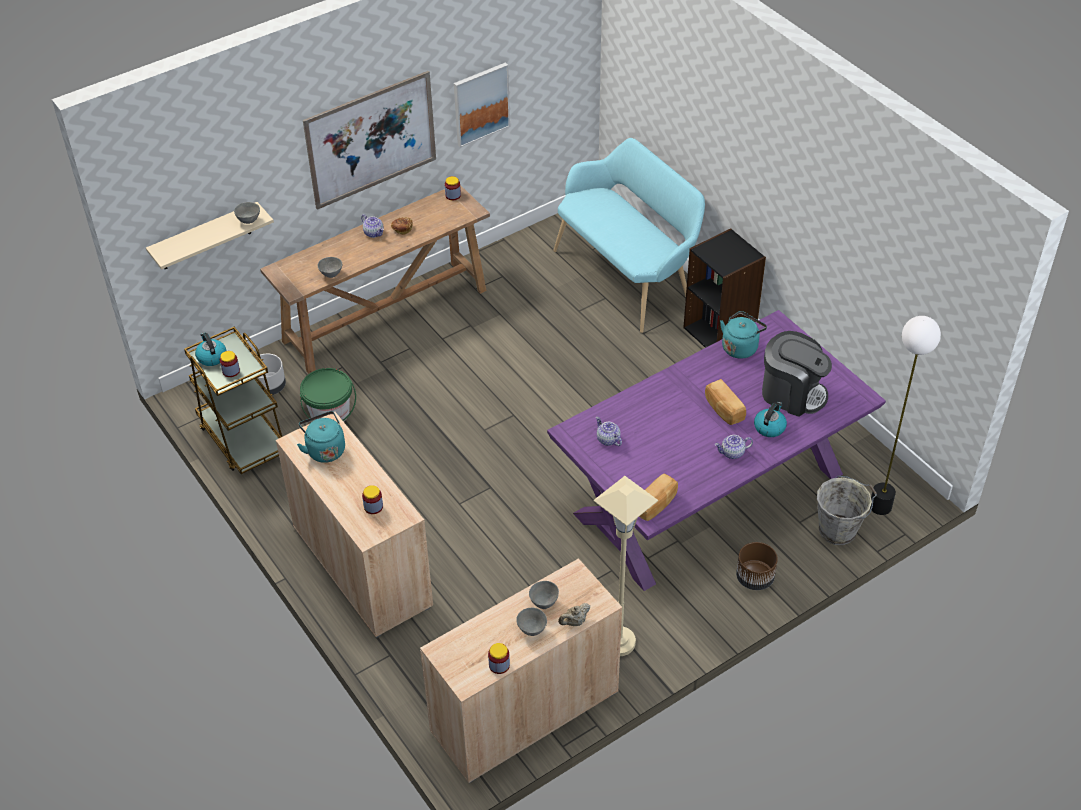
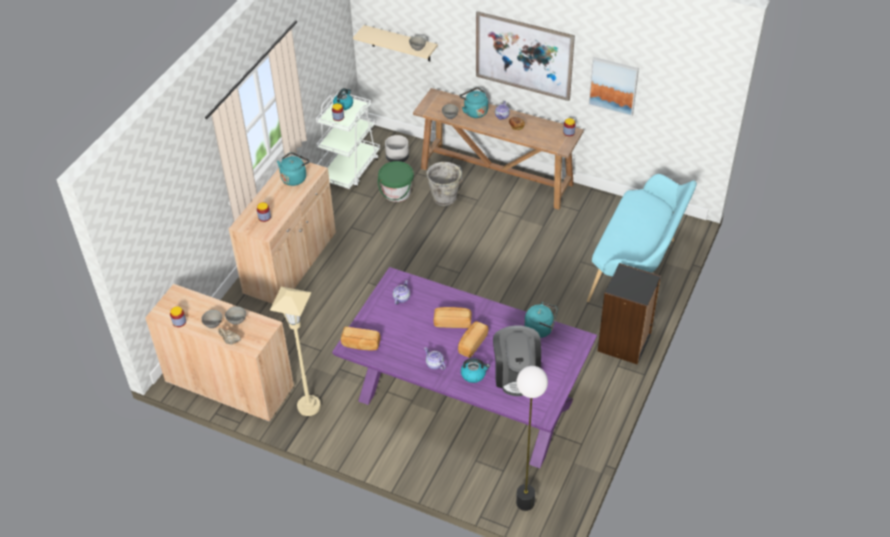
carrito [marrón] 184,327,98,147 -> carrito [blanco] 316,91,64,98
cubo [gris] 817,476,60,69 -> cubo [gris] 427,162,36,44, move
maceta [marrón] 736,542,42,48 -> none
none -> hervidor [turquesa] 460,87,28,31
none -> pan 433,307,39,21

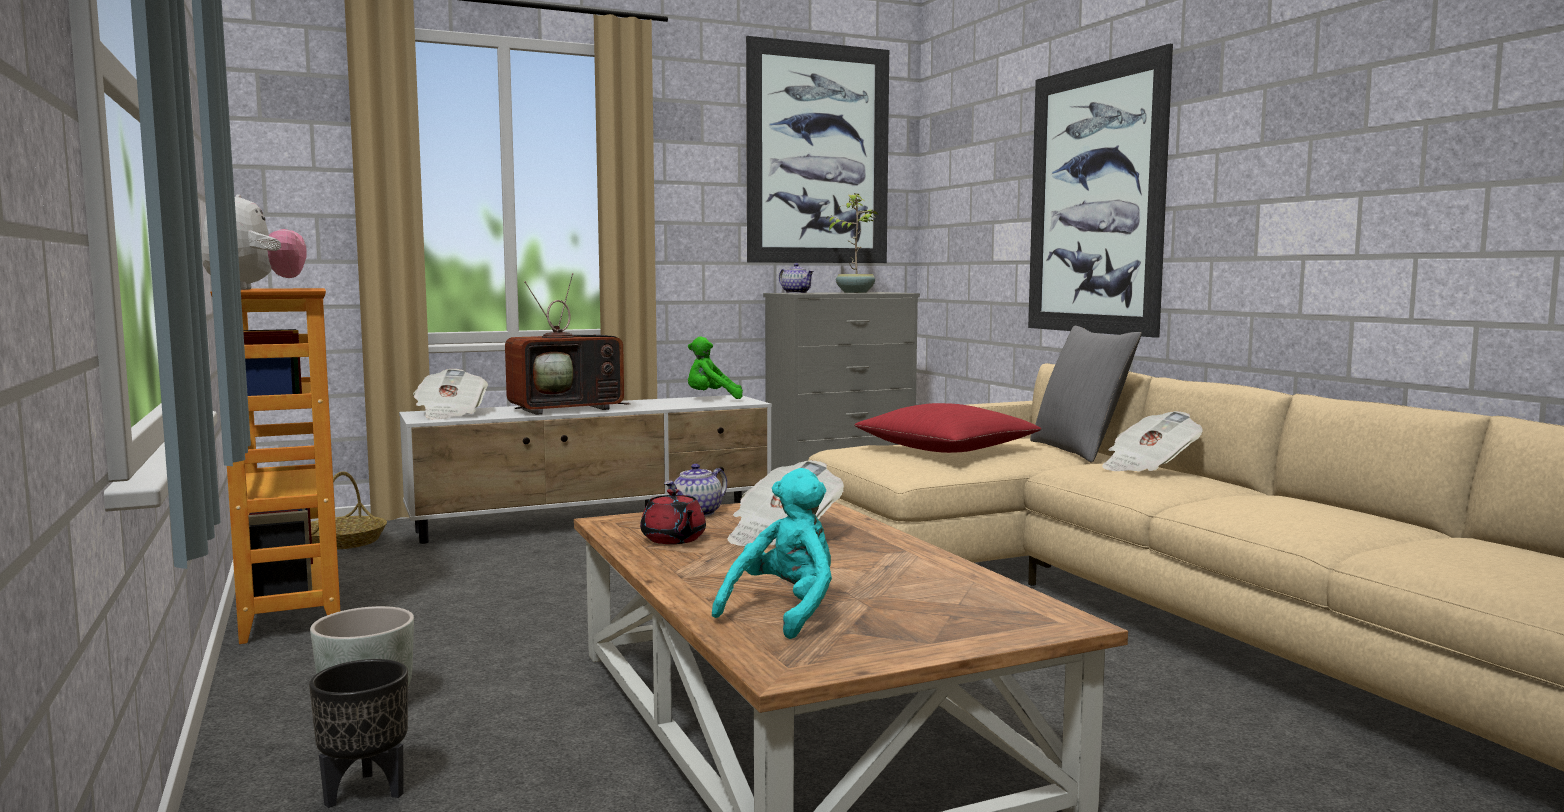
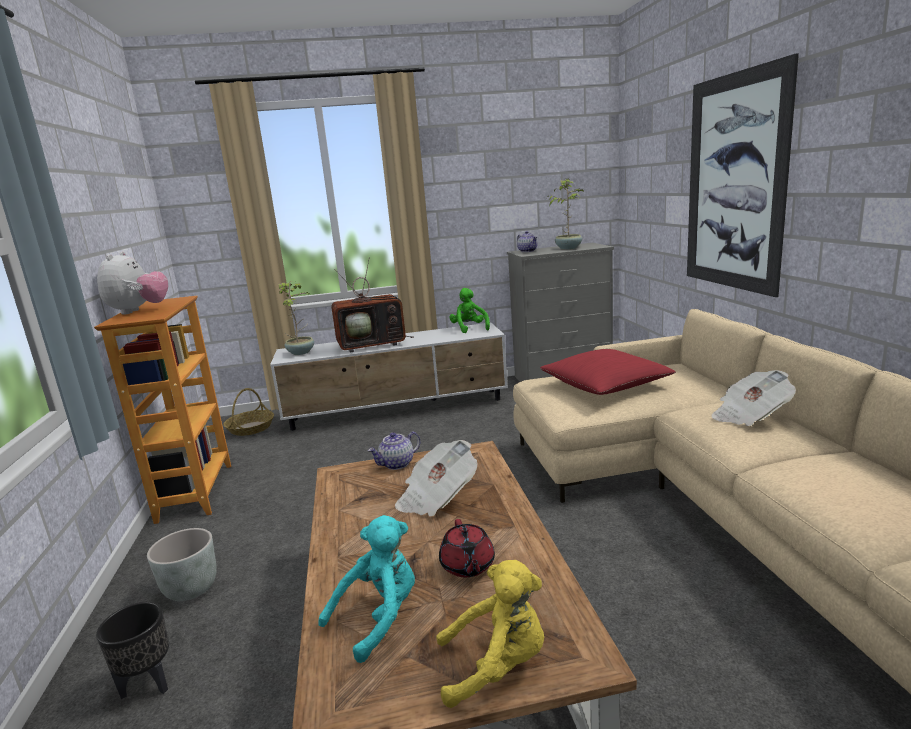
cuadro 746,36,143,227 -> none
cojín [gris] 1030,325,112,138 -> none
peluche [verde] 688,337,55,62 -> peluche [verde] 449,288,41,45, 60 degrees clockwise
periódico 413,369,75,51 -> planta en maceta 279,281,35,74
tetera [rojo] 640,489,66,55 -> tetera [rojo] 439,519,56,58, move
none -> peluche [amarillo] 436,560,108,148

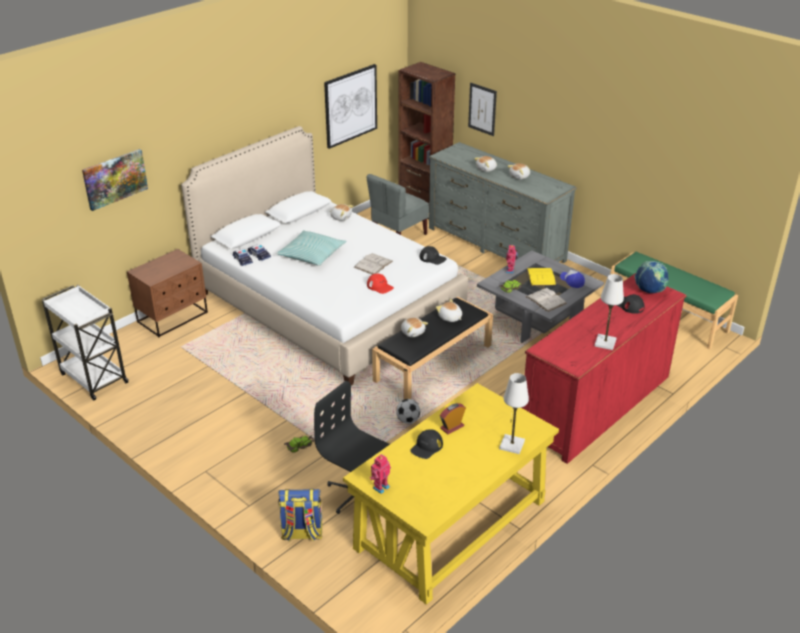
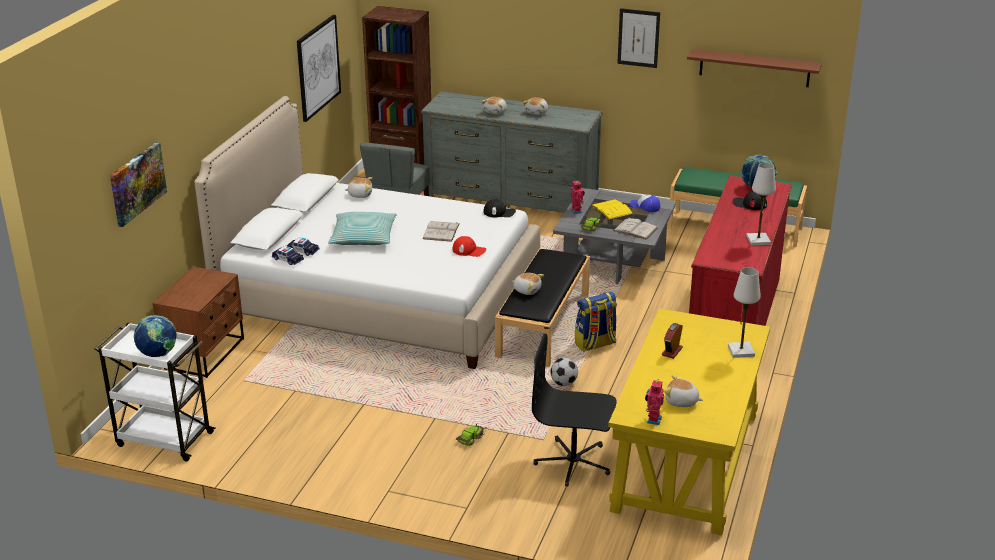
cuadro 468,83,29,53 -> cuadro 617,8,43,60, move
peluche 436,299,26,23 -> peluche 664,375,39,32, move
gorra [negro] 410,429,33,30 -> none
mochila 278,489,44,53 -> mochila 575,292,42,60, move
none -> estante [marrón] 687,49,135,38
none -> globo terráqueo 134,315,42,42

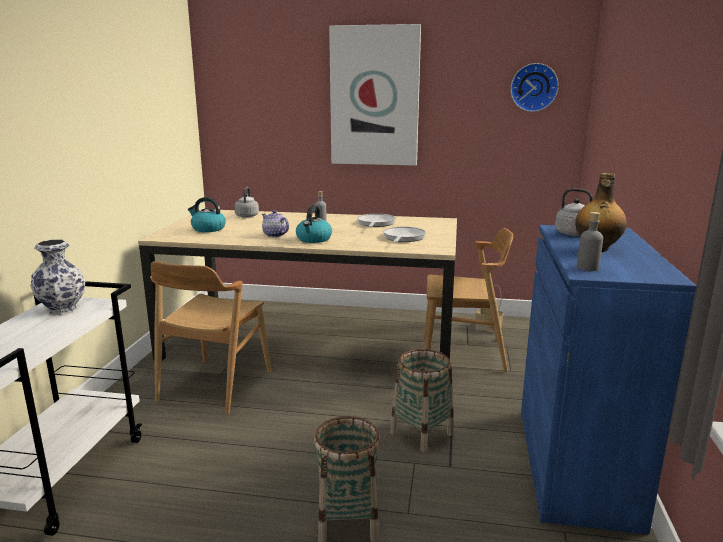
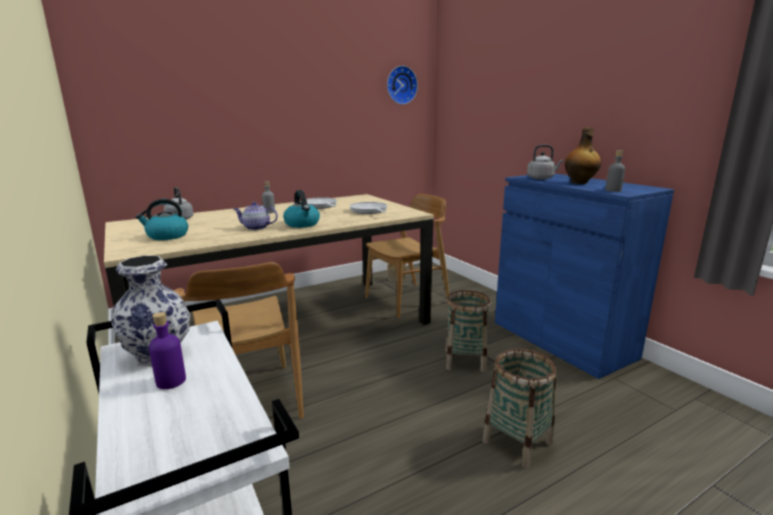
cuadro 329,24,92,142 -> none
none -> botella [morado] 149,312,37,77

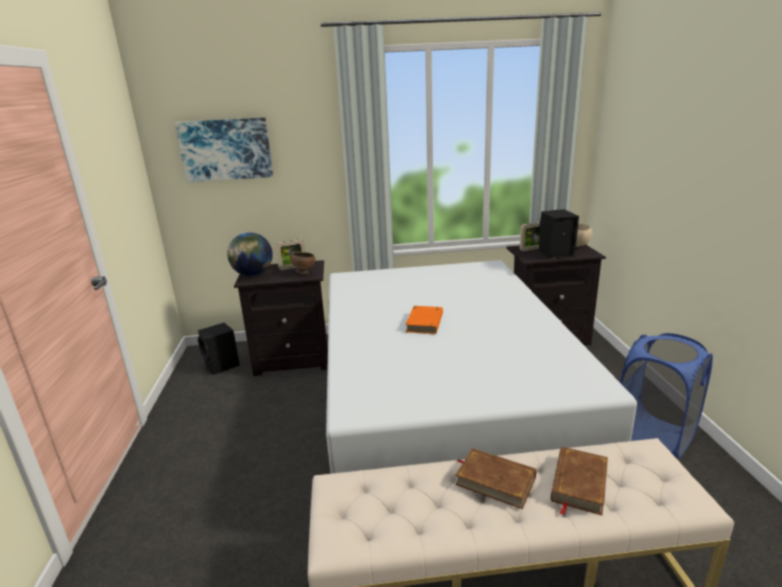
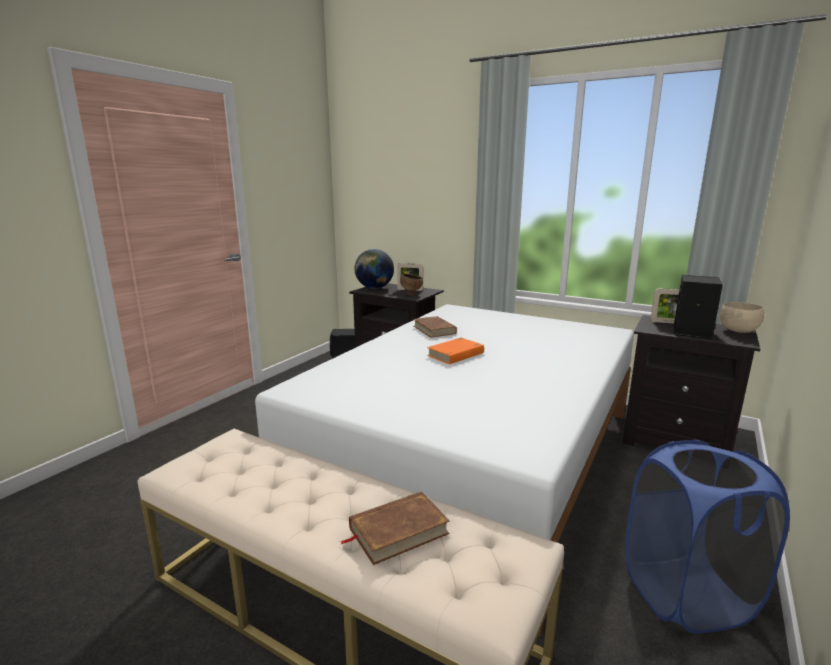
cuadro 175,117,98,65 -> none
libro [marrón] 455,448,82,61 -> libro [marrón] 413,316,44,22, move

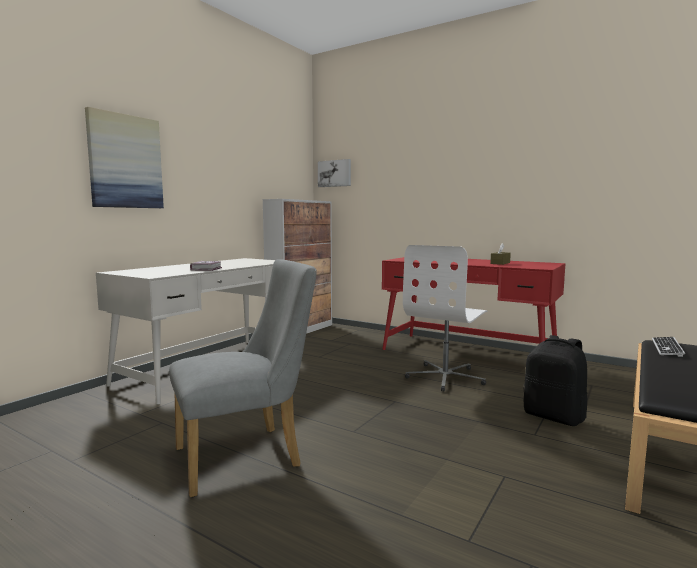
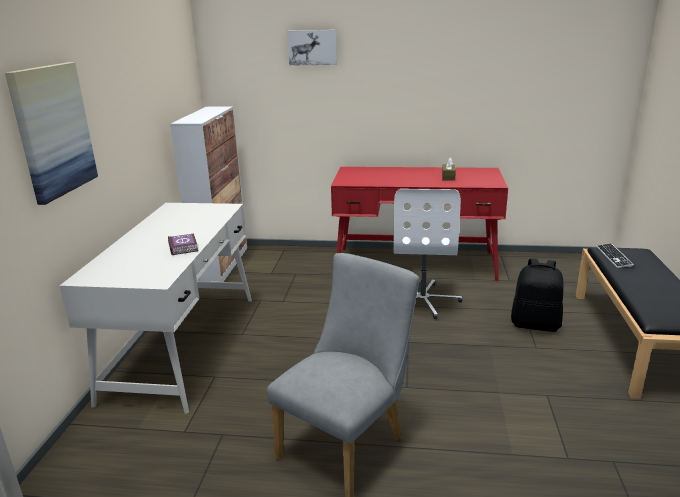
cuadro 318,159,33,28 -> cuadro 287,30,50,36, move

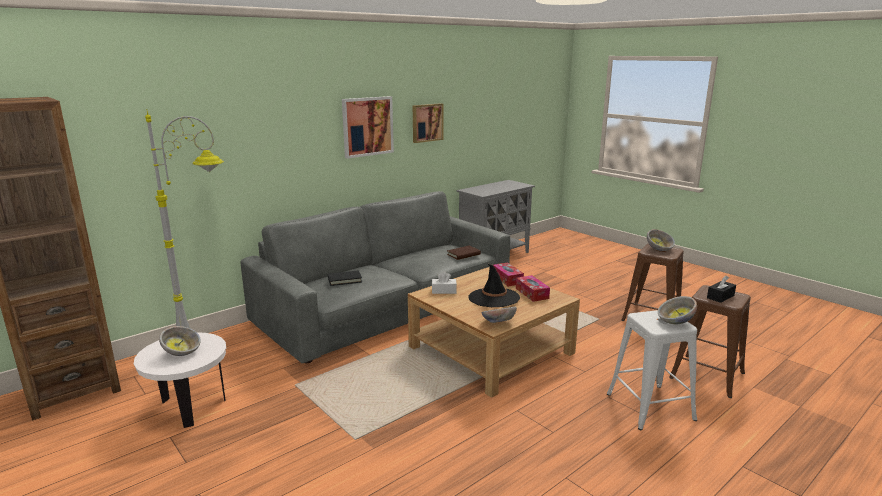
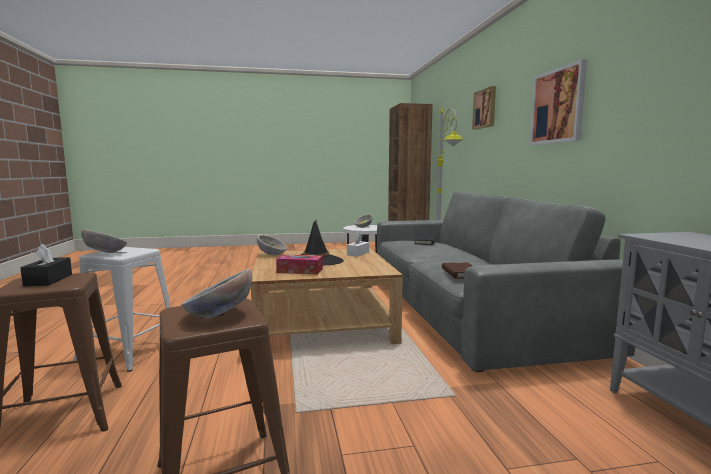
cuadro 413,103,30,40 -> cuadro 472,86,24,44, move
caja de pañuelos 493,262,31,25 -> none

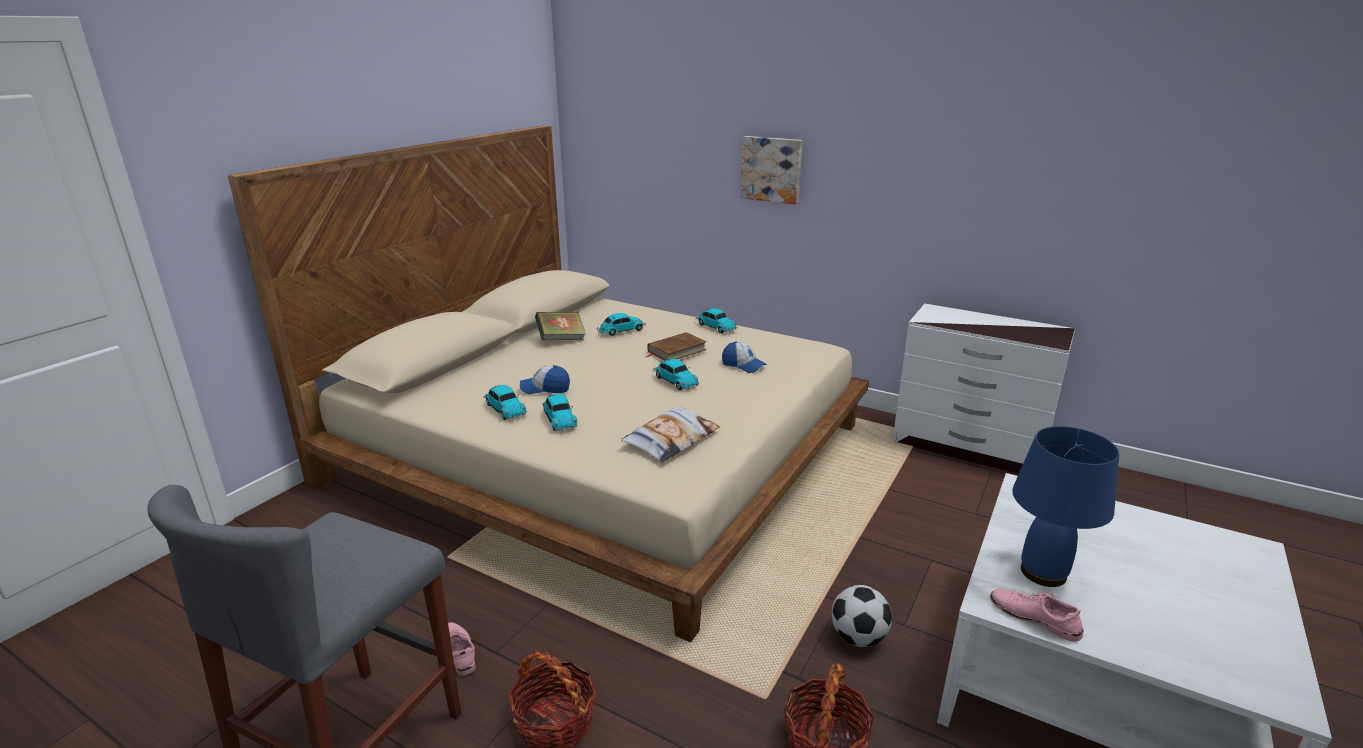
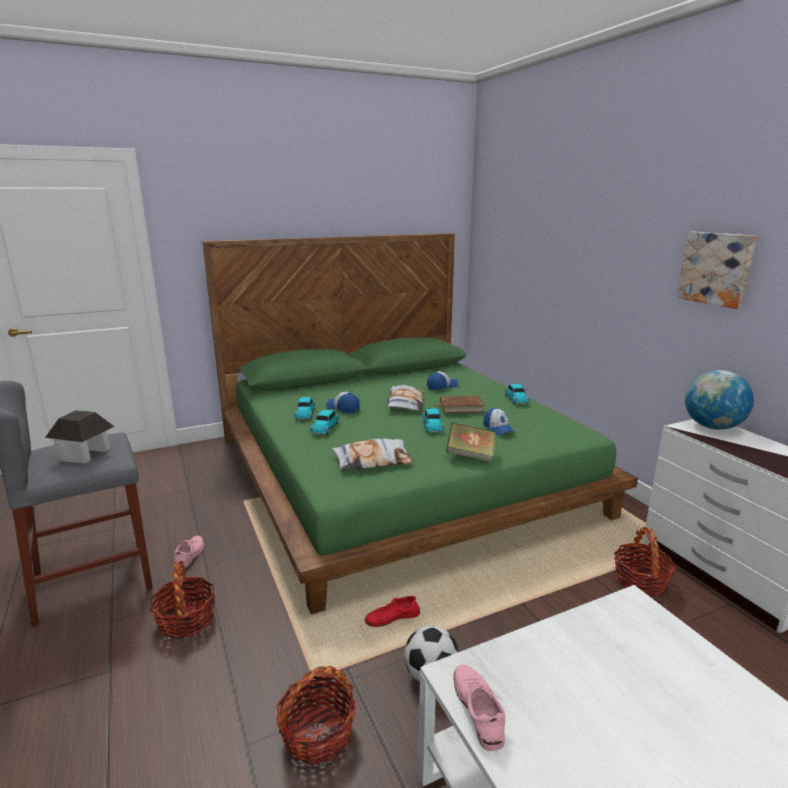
cama [beis] 228,125,641,517 -> cama [verde] 202,233,436,382
cuadro 741,136,61,68 -> cuadro 676,232,81,77, move
libro 535,312,51,28 -> libro 446,423,50,39, move
coche de juguete 597,313,48,23 -> gorra 427,371,31,19
lámpara de mesa [azul] 1012,426,107,161 -> none
none -> globo terráqueo 685,370,69,60
none -> cojín 387,385,37,26
none -> casita 45,410,70,53
none -> cesta 614,526,62,70
none -> zapato [rojo] 365,596,55,31

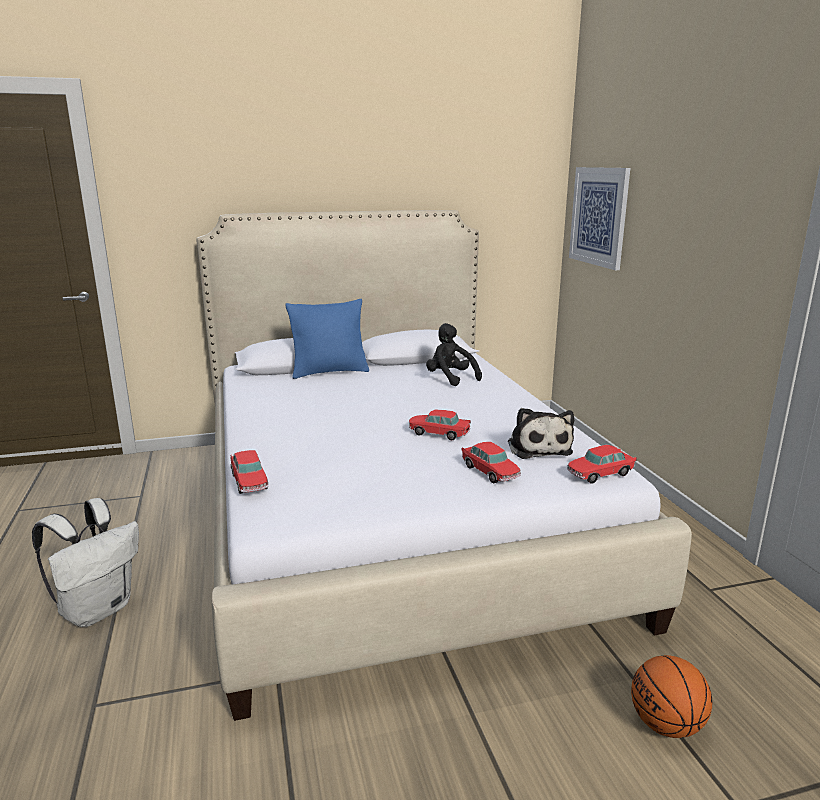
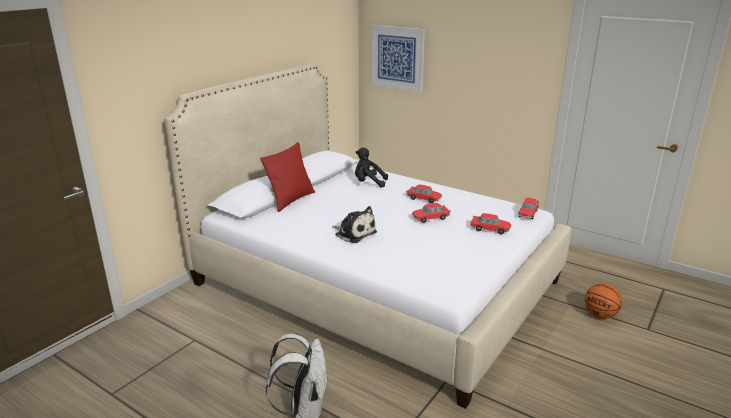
cojín [azul] 286,299,83,80 -> cojín [rojo] 260,142,55,70
peluche 508,408,66,51 -> peluche 332,206,45,37, move
coche de juguete 231,450,37,44 -> coche de juguete 407,184,35,19, move

